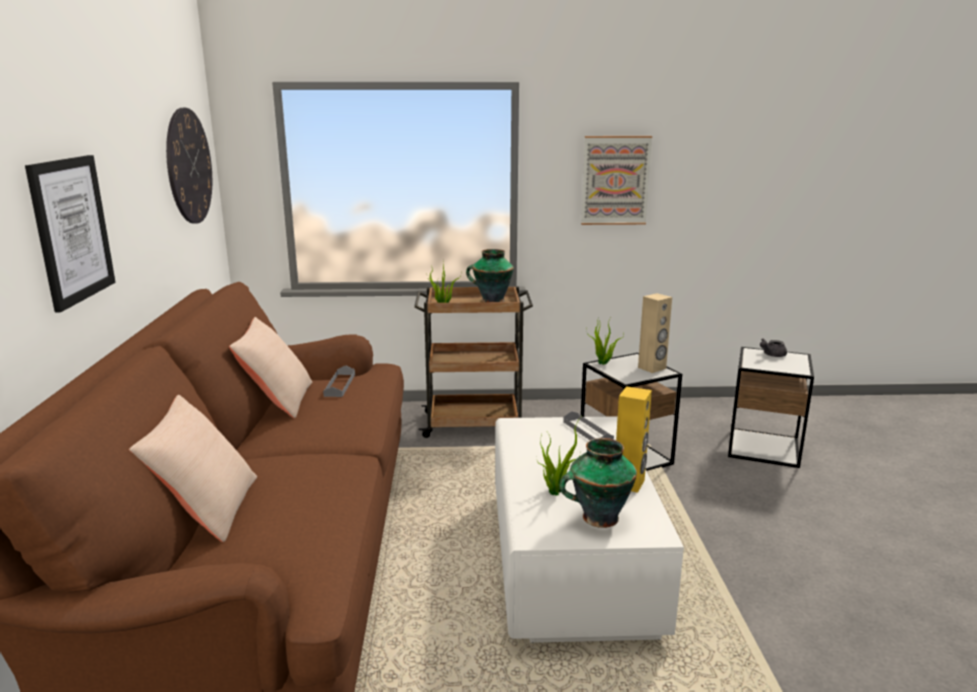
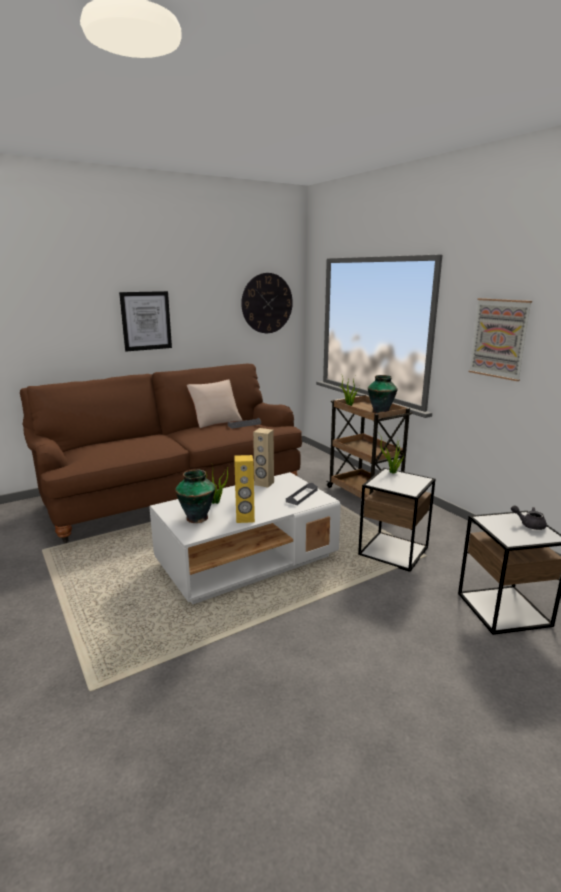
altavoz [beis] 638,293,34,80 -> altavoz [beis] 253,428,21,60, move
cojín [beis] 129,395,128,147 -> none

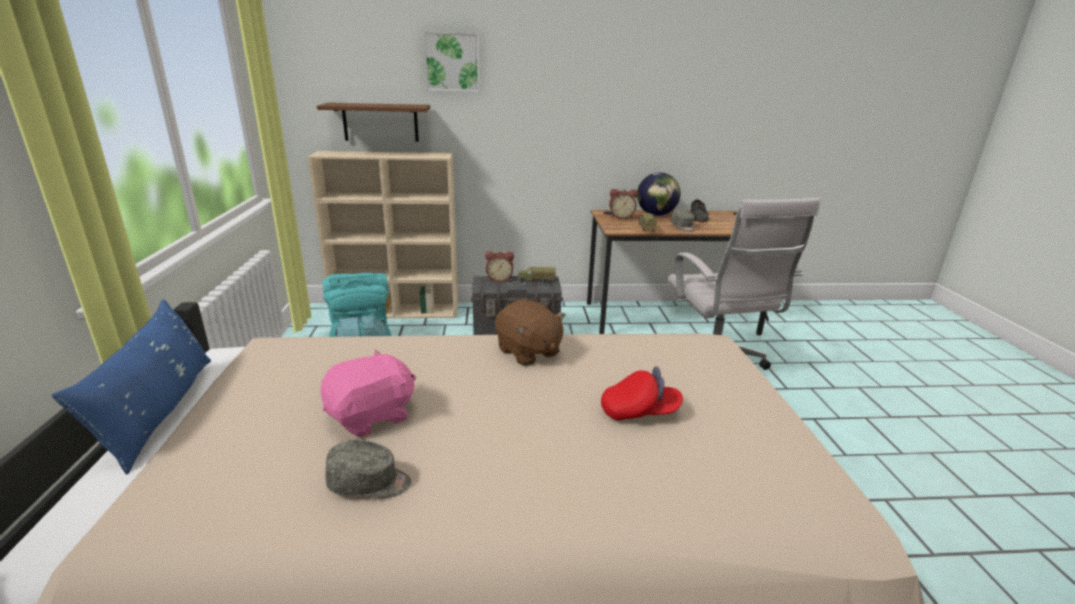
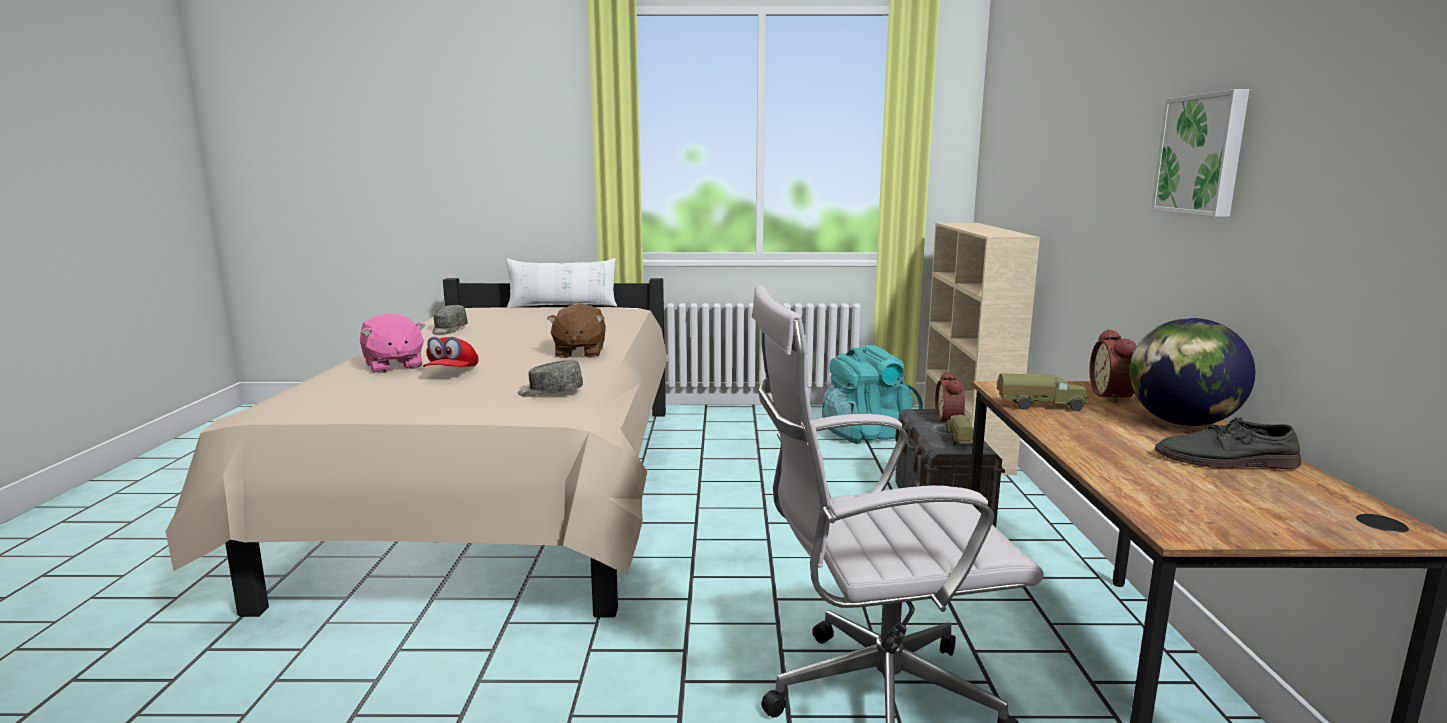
cuadro 423,31,57,61 -> cuadro 1151,89,98,128, move
estante [marrón] 317,103,113,39 -> none
gorra [gris] 670,209,25,23 -> gorra [gris] 518,360,65,37, move
cojín [azul] 52,299,159,175 -> cojín [blanco] 506,258,111,50
peluche [marrón] 495,300,71,66 -> peluche [marrón] 547,304,59,54, 60 degrees counterclockwise
peluche [rosa] 320,349,96,88 -> peluche [rosa] 360,314,66,59, move

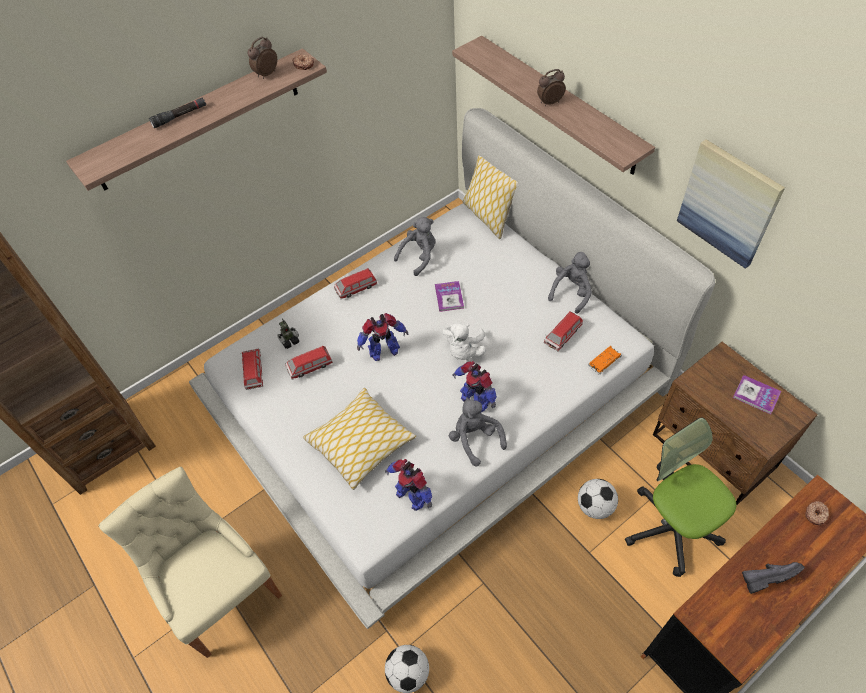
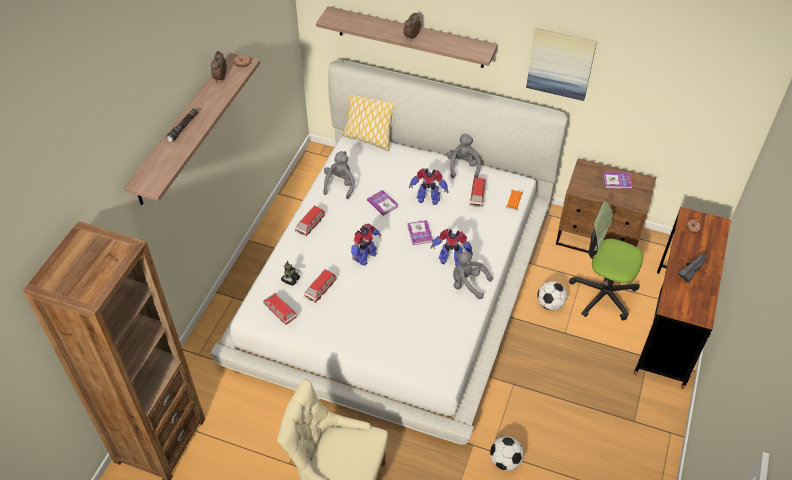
peluche [blanco] 443,323,43,37 -> libro 407,220,26,25
cojín 303,388,113,102 -> none
robot de juguete 385,459,47,52 -> robot de juguete 409,168,39,37, move

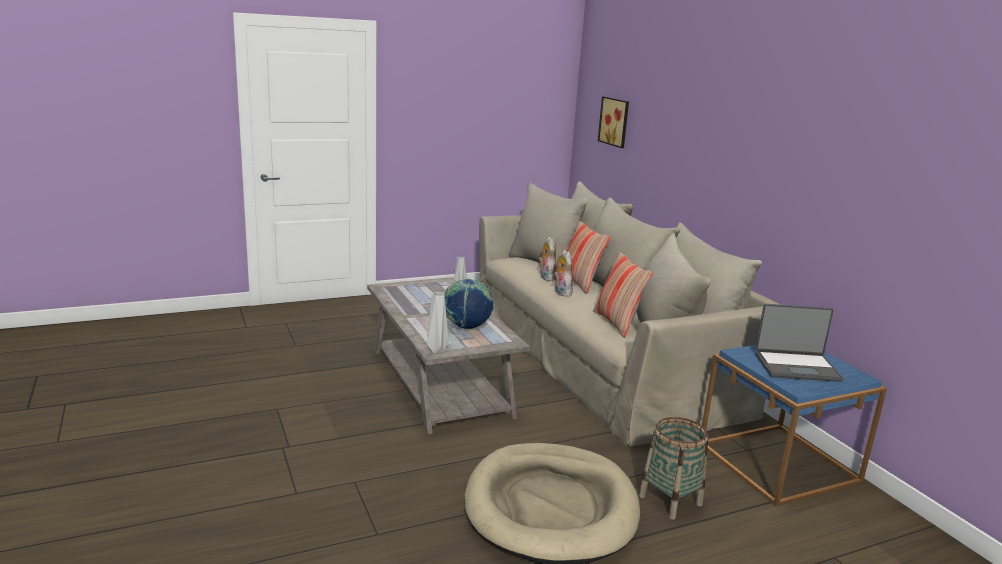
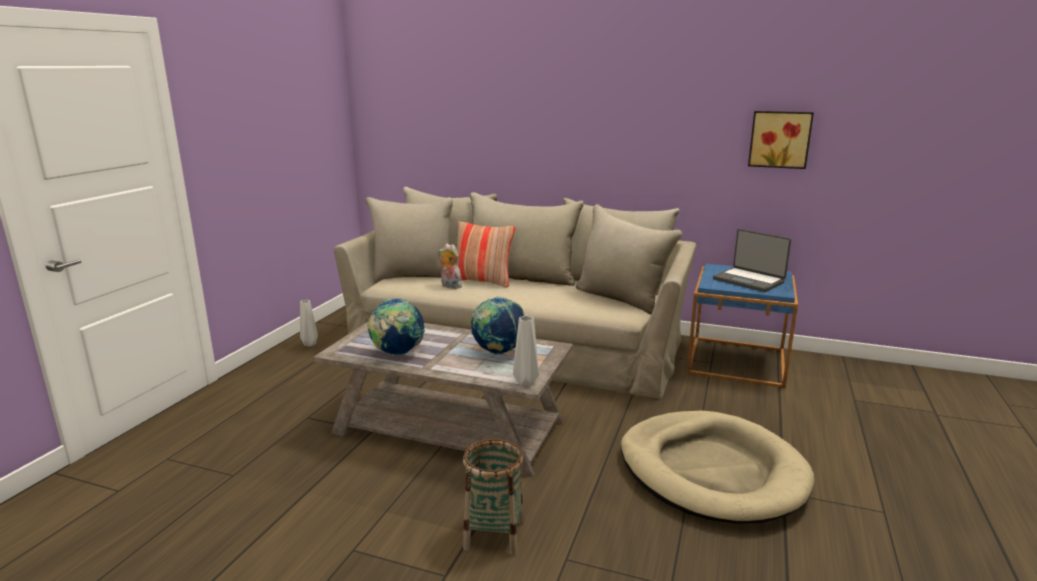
cuadro 598,96,31,52 -> cuadro 748,111,66,58, move
peluche 554,250,19,47 -> none
cojín 593,252,60,86 -> none
portátil 755,304,88,78 -> portátil 713,229,78,63, 90 degrees clockwise
cesta 639,417,69,103 -> cesta 463,439,61,117, move
none -> globo terráqueo 367,298,58,58

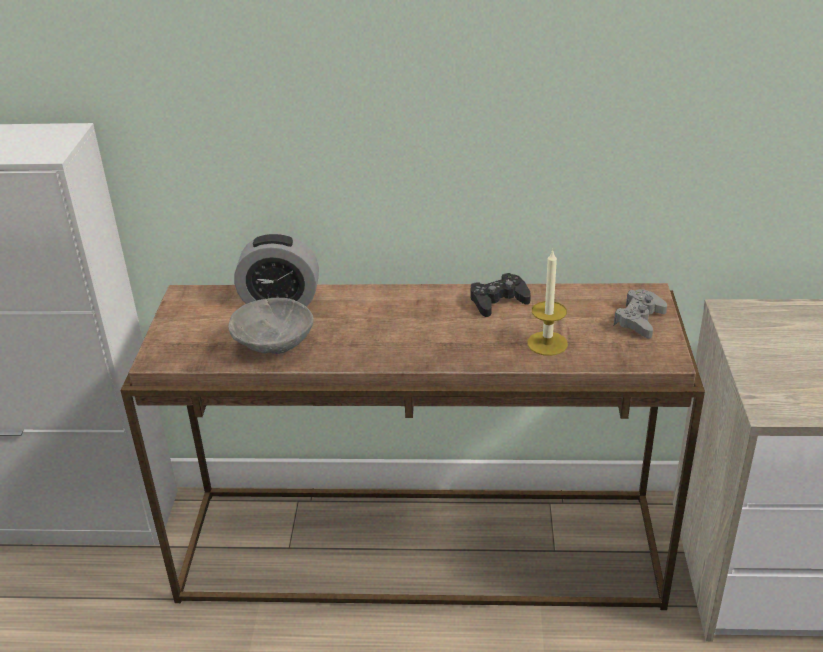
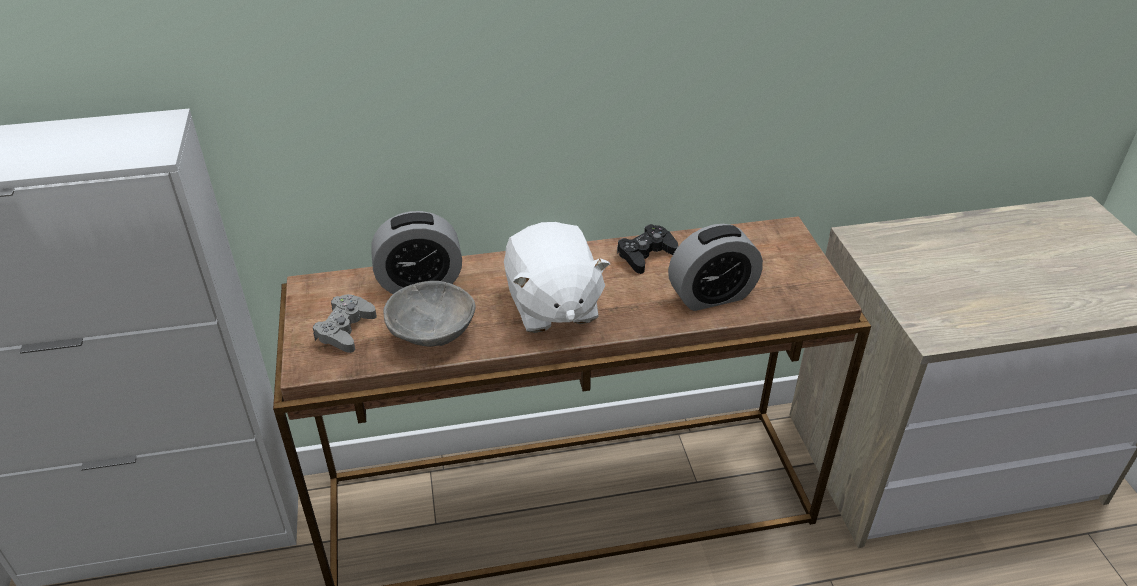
vela 527,249,41,107 -> despertador 668,224,95,87
mando de consola [gris] 614,289,53,50 -> mando de consola [gris] 313,294,64,59, move
none -> peluche [blanco] 504,222,106,111

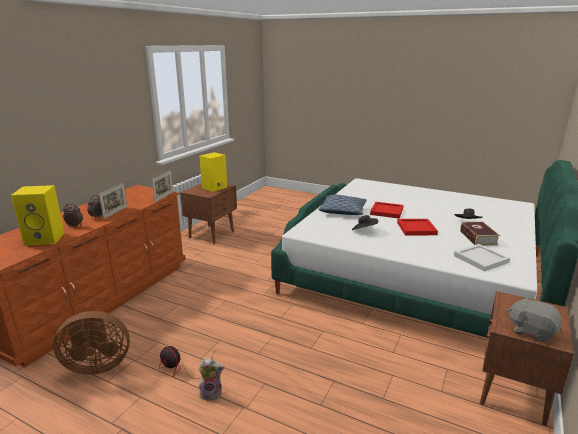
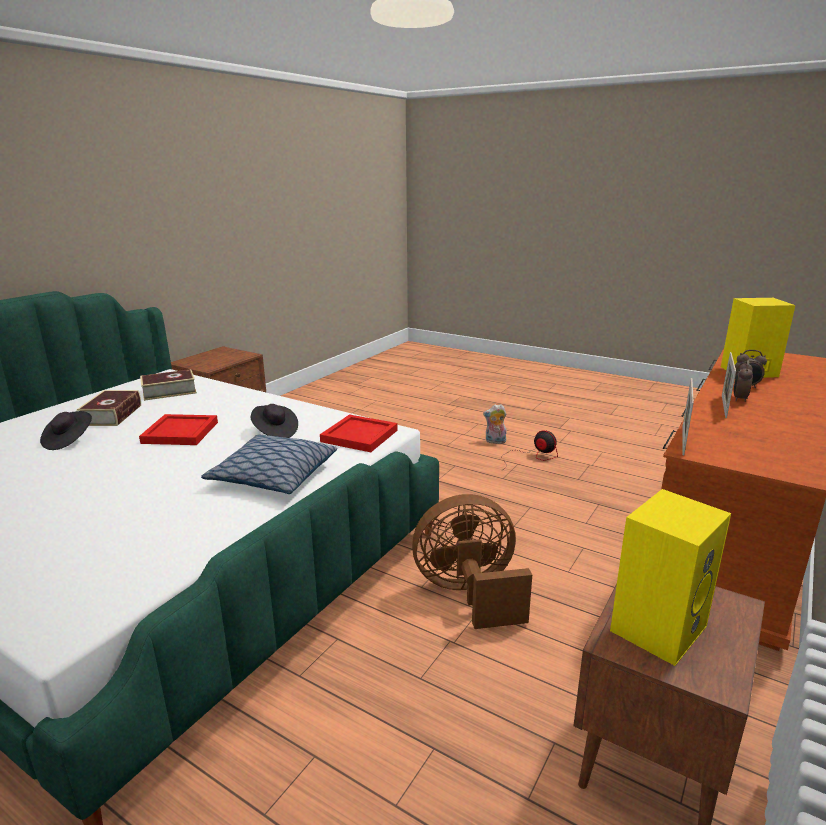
bandeja [rojo] 370,202,33,17 -> bandeja [rojo] 320,414,78,38, move
bandeja [blanco] 454,244,56,28 -> libro 140,369,57,32
peluche [gris] 506,296,56,46 -> none
ventilador [marrón] 53,311,77,64 -> ventilador [marrón] 412,494,120,135, move

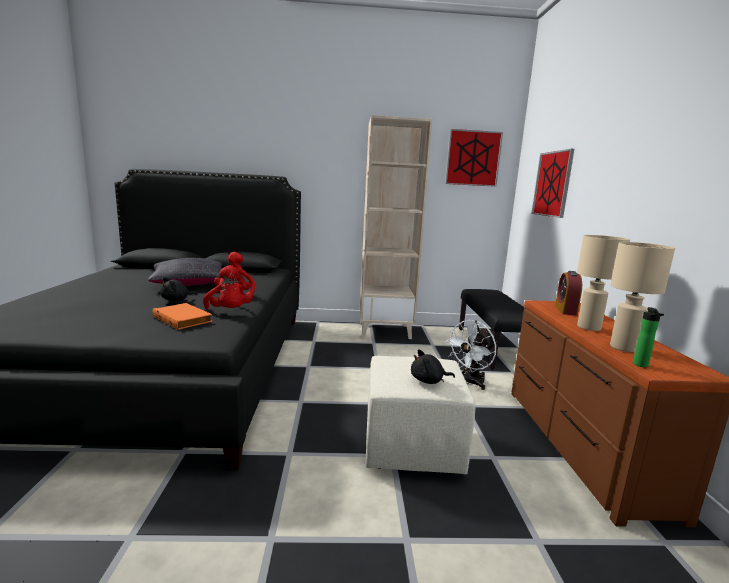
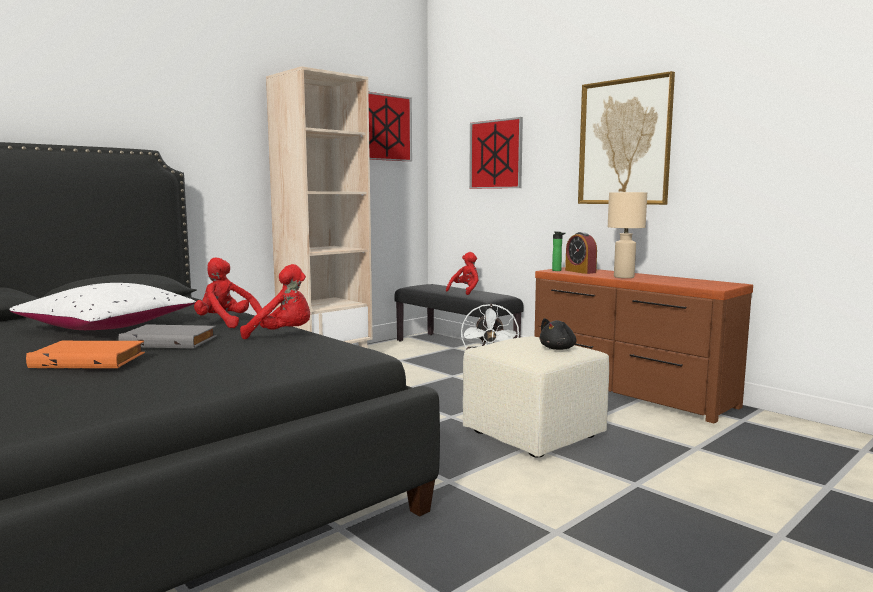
lámpara de mesa [beis] 610,242,65,110 -> none
cojín [negro] 148,258,74,28 -> cojín [blanco] 9,283,187,47
peluche [negro] 160,277,37,24 -> libro [gris] 118,324,98,24
libro [naranja] 152,303,60,27 -> libro [naranja] 26,341,119,27, move
botella 633,307,31,60 -> botella 552,231,14,40, move
none -> cuadro 578,71,97,134
none -> peluche [rojo] 446,252,33,43

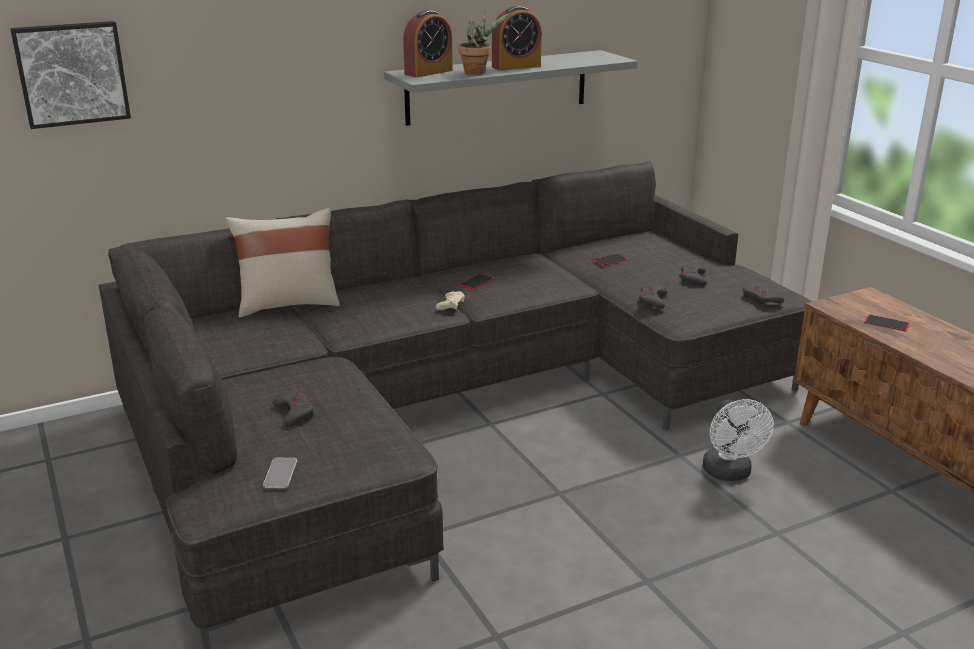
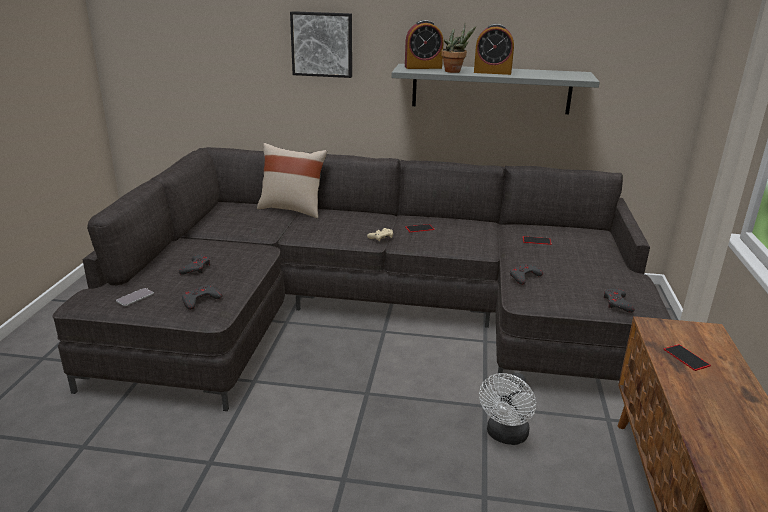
cuadro 10,21,121,108 -> cuadro 290,11,62,67, move
mando de consola [gris] 681,264,26,22 -> mando de consola [gris] 182,285,40,25, move

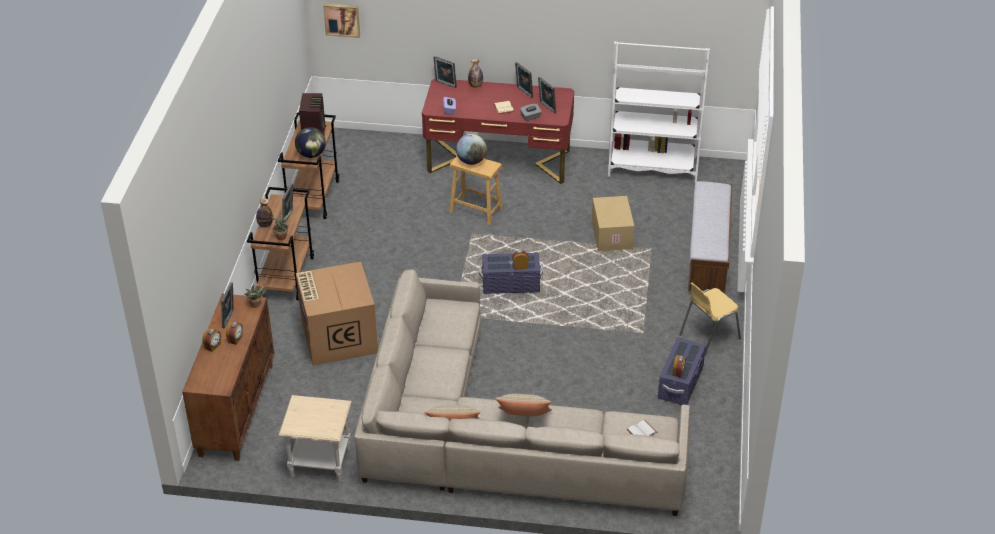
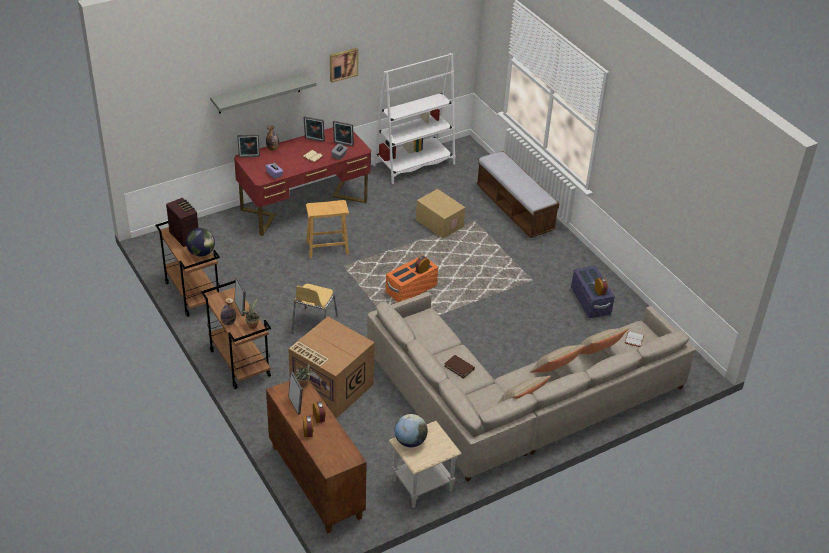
cuadro 323,4,37,34 -> cuadro 330,48,28,35, move
globo terráqueo 456,134,31,31 -> globo terráqueo 395,414,33,33, move
caja de almacenaje [morado] 479,253,64,41 -> caja de almacenaje [naranja] 386,255,52,47
silla [amarillo] 679,283,62,72 -> silla [amarillo] 292,284,46,50, move
none -> estante [gris] 210,72,107,42
none -> cojín [beis] 579,328,50,26
none -> libro [marrón] 444,355,31,23

